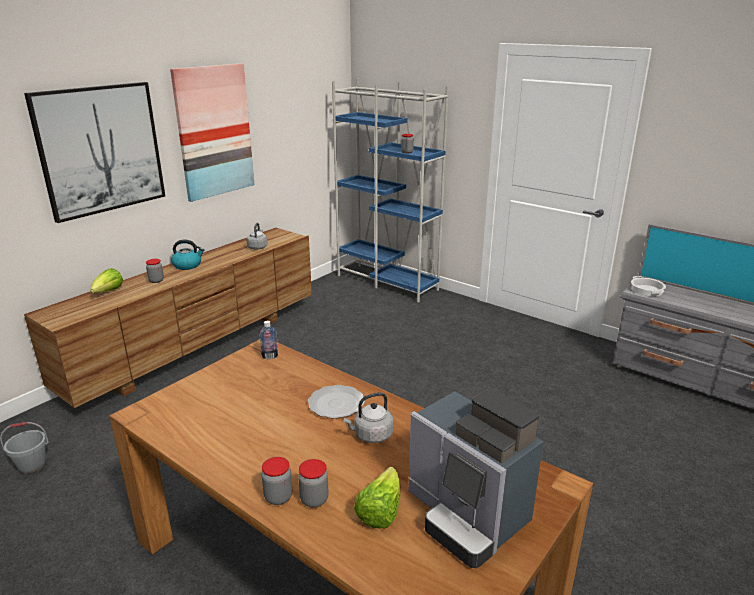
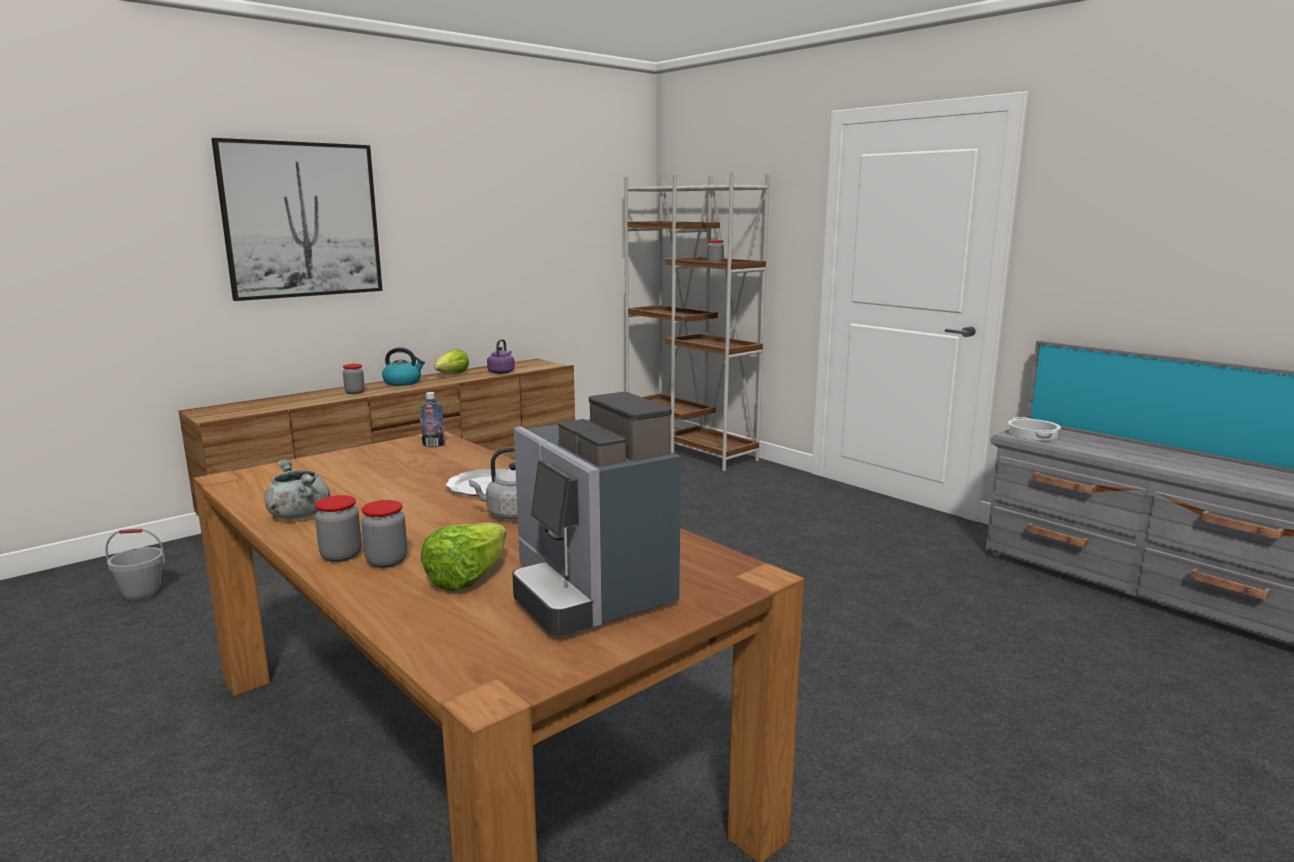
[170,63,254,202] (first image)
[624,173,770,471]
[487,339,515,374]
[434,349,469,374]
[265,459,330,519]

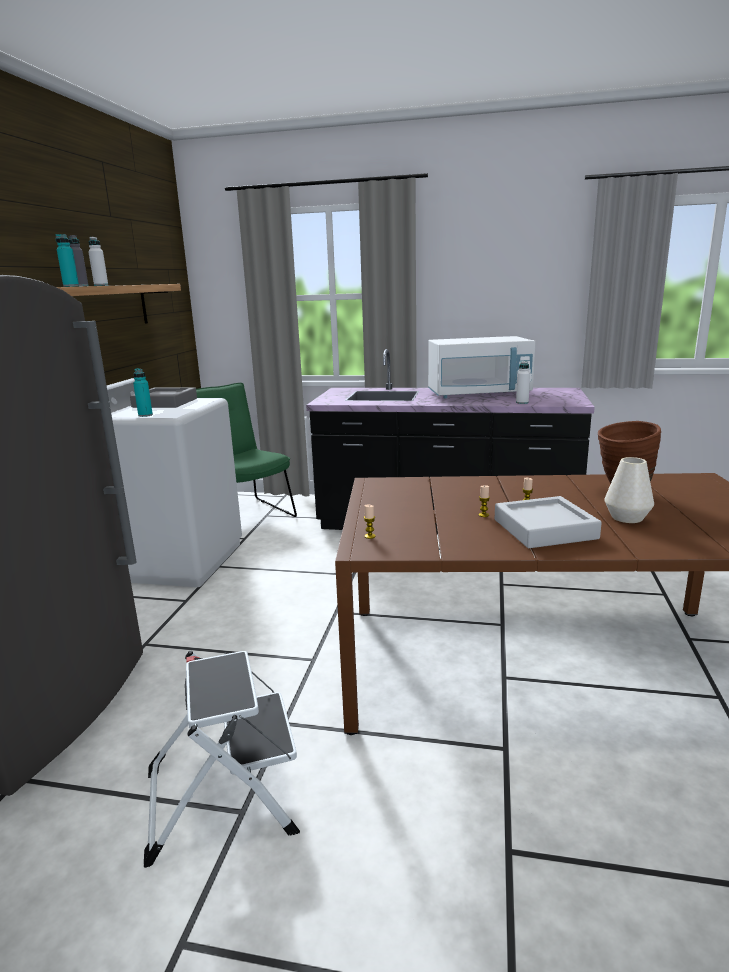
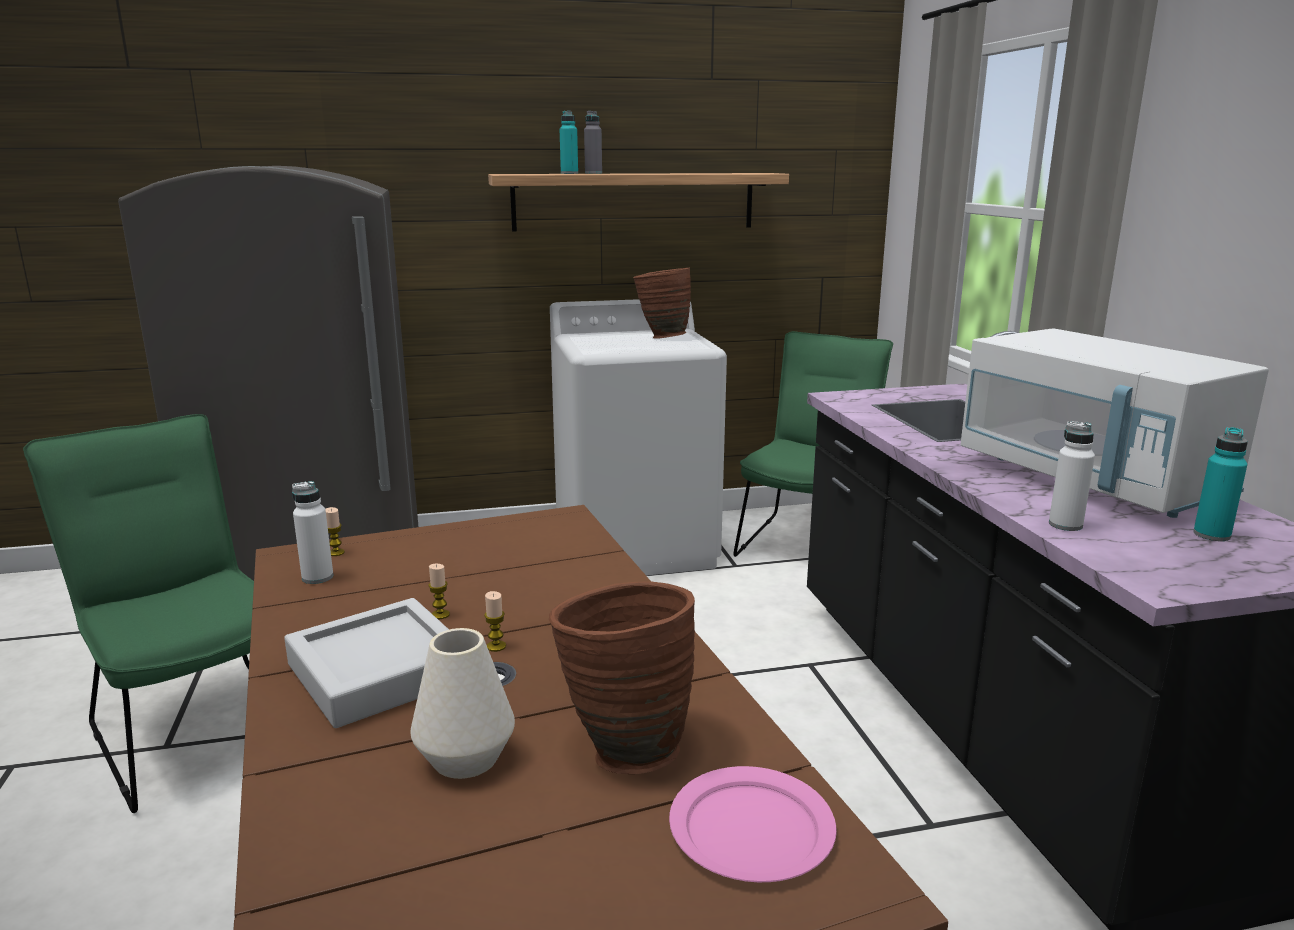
[292,481,333,584]
[1193,427,1248,541]
[633,268,691,339]
[23,414,254,813]
[669,766,837,882]

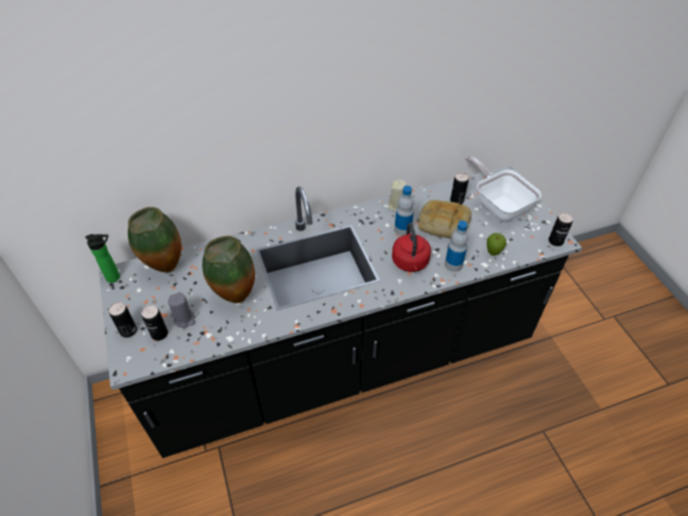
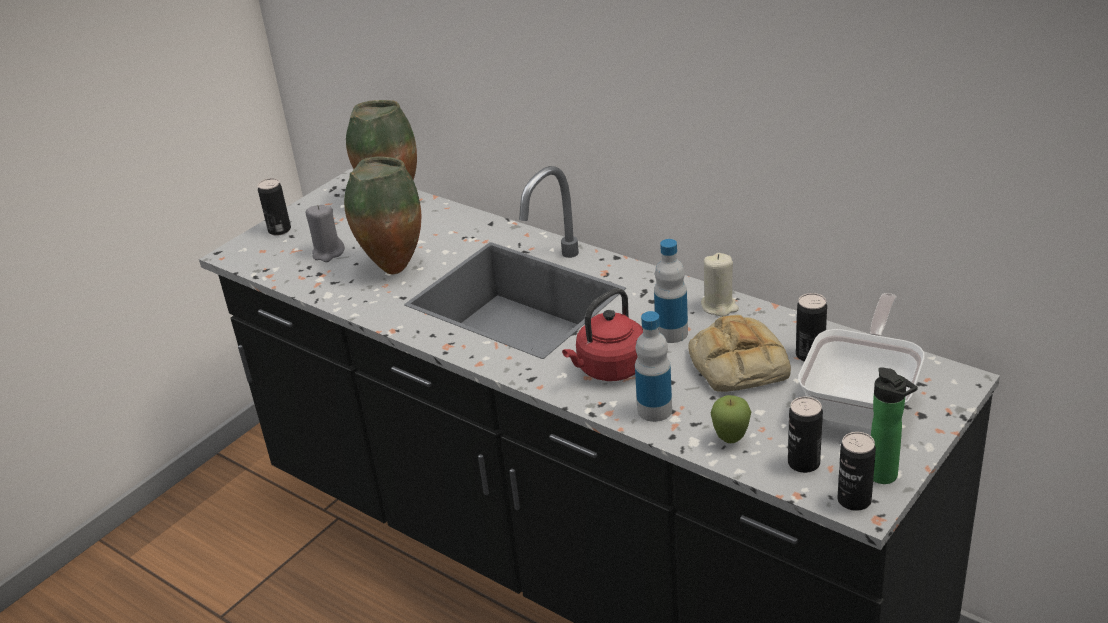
[871,367,918,484]
[788,397,823,473]

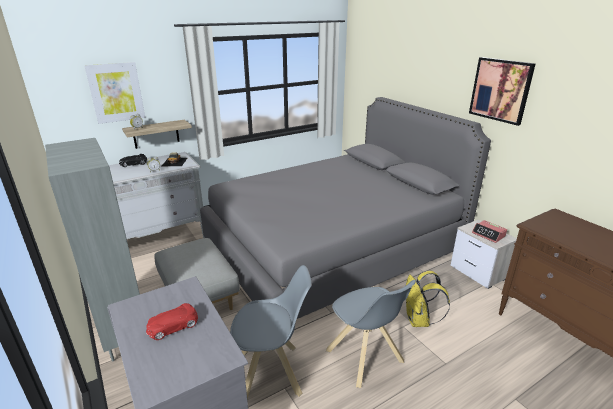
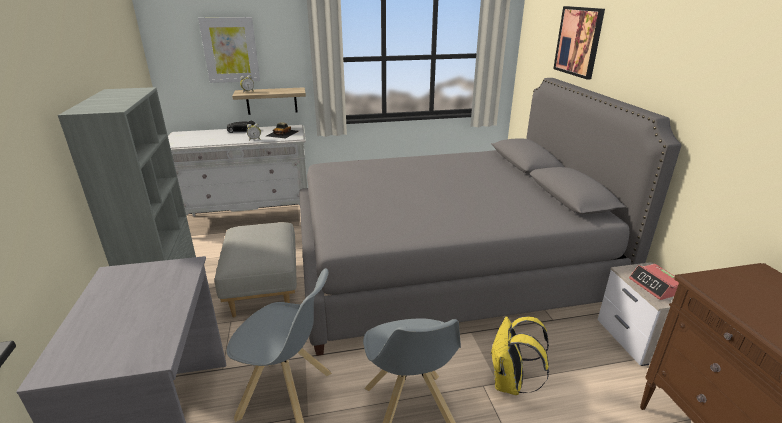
[553,6,605,79]
[146,303,198,340] (first image)

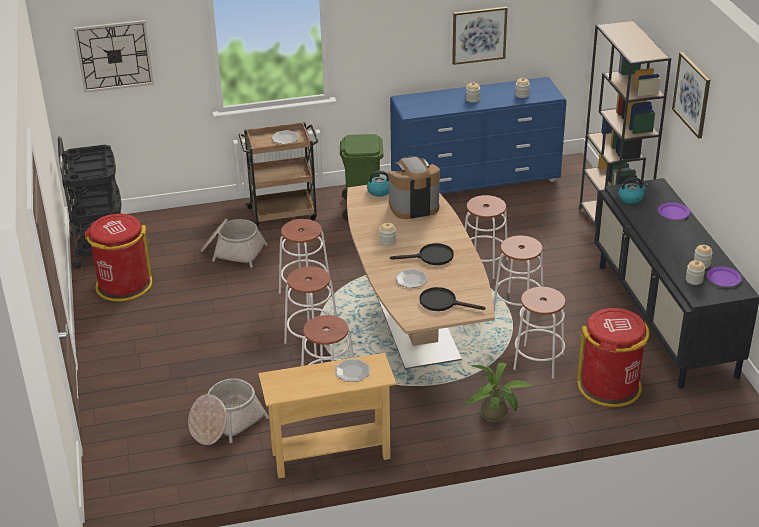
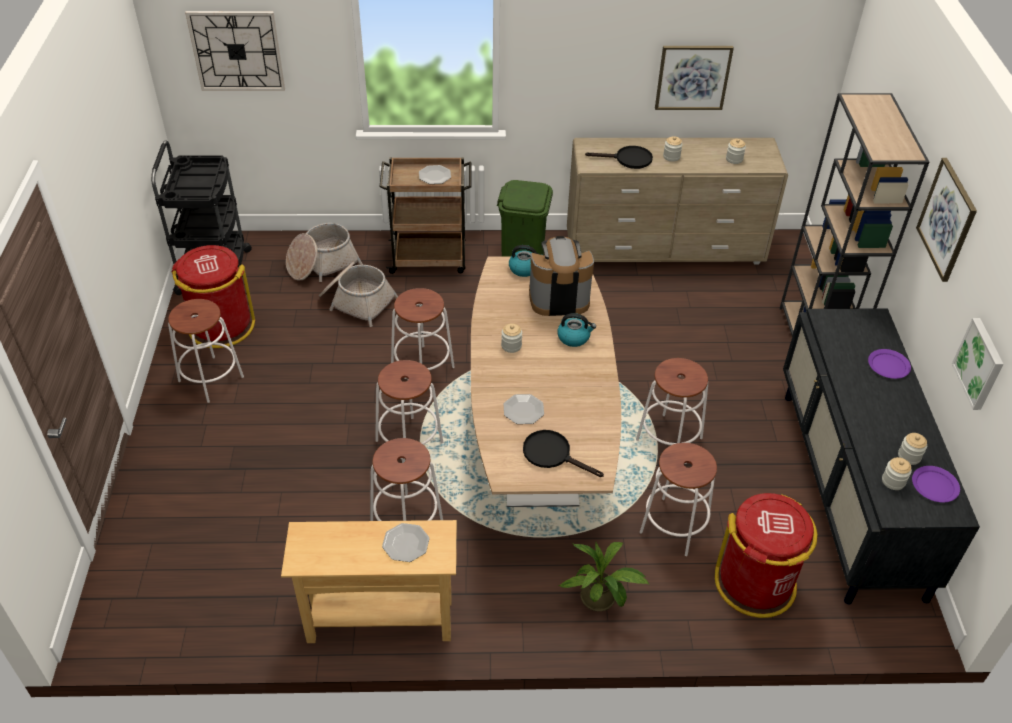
[567,138,788,265]
[557,313,596,347]
[168,299,244,403]
[585,146,653,169]
[286,223,363,282]
[952,318,1004,410]

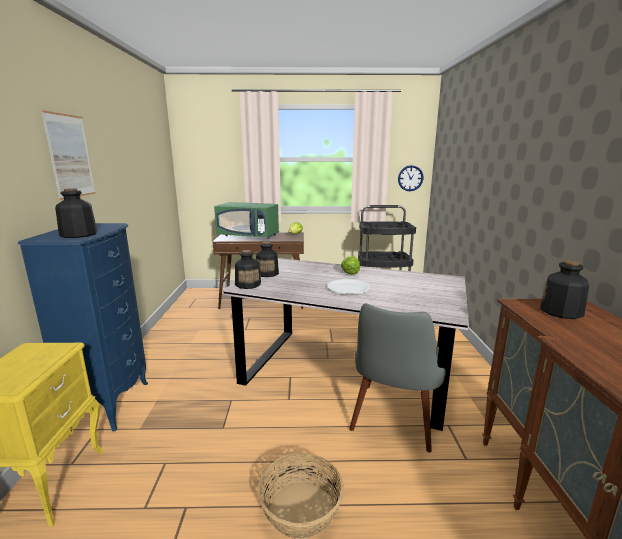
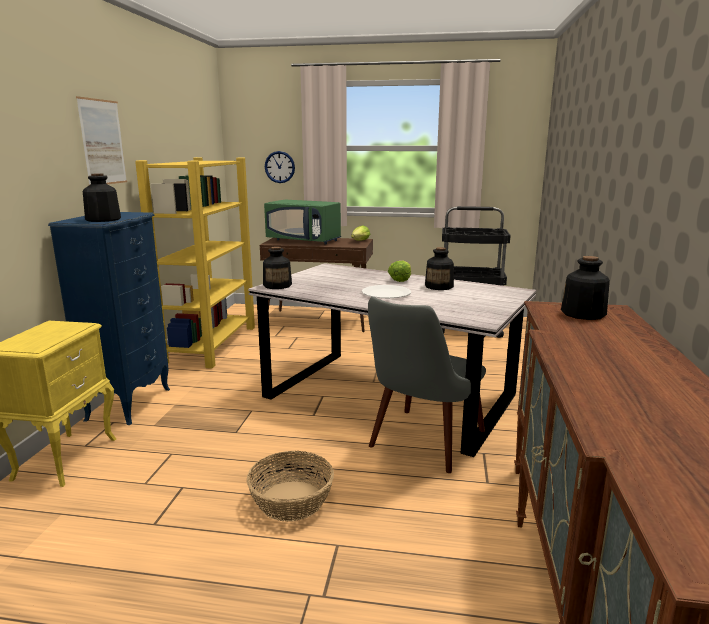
[265,151,295,183]
[425,247,454,290]
[135,157,255,369]

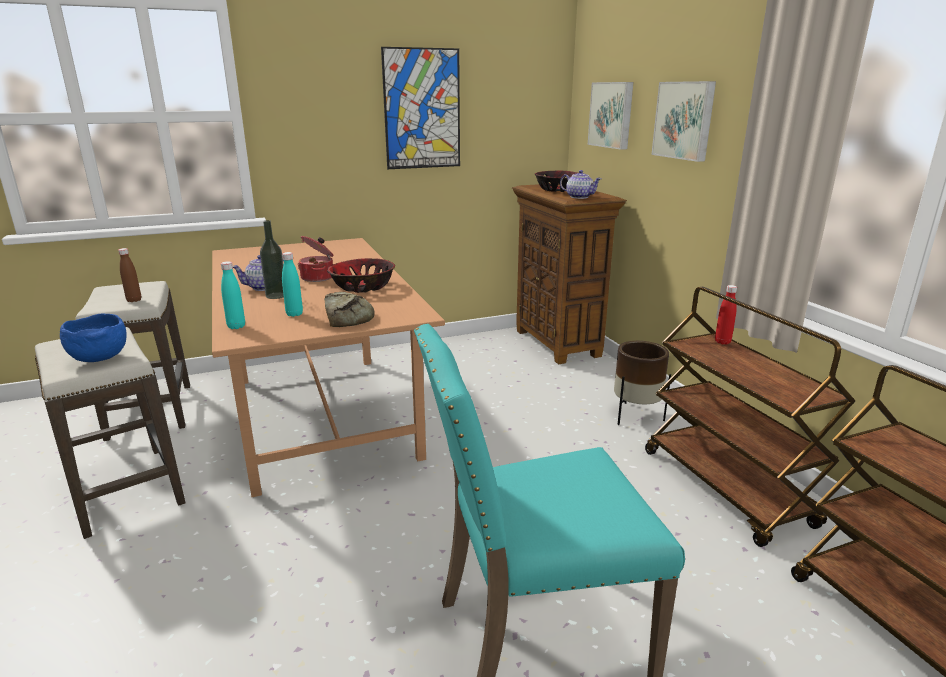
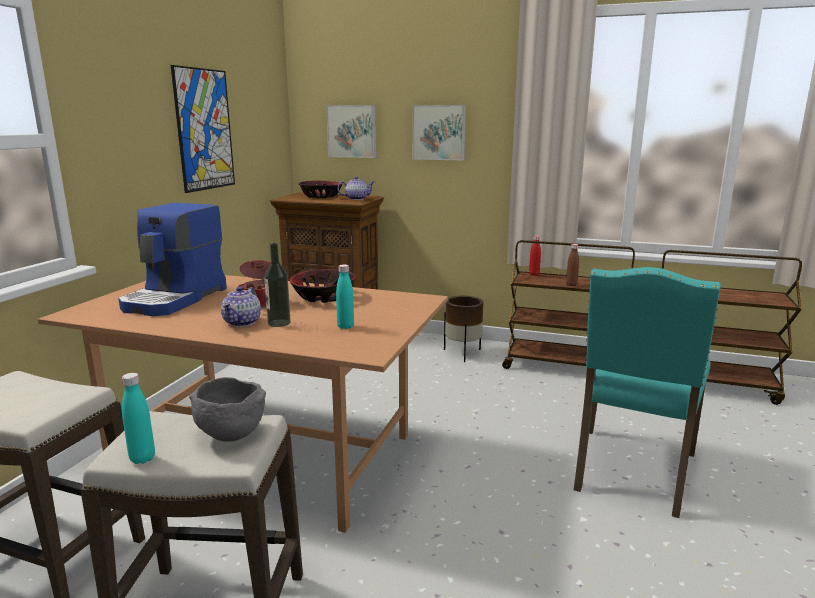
[566,244,579,286]
[122,373,155,464]
[324,292,375,327] (first image)
[189,377,266,442]
[118,203,227,316]

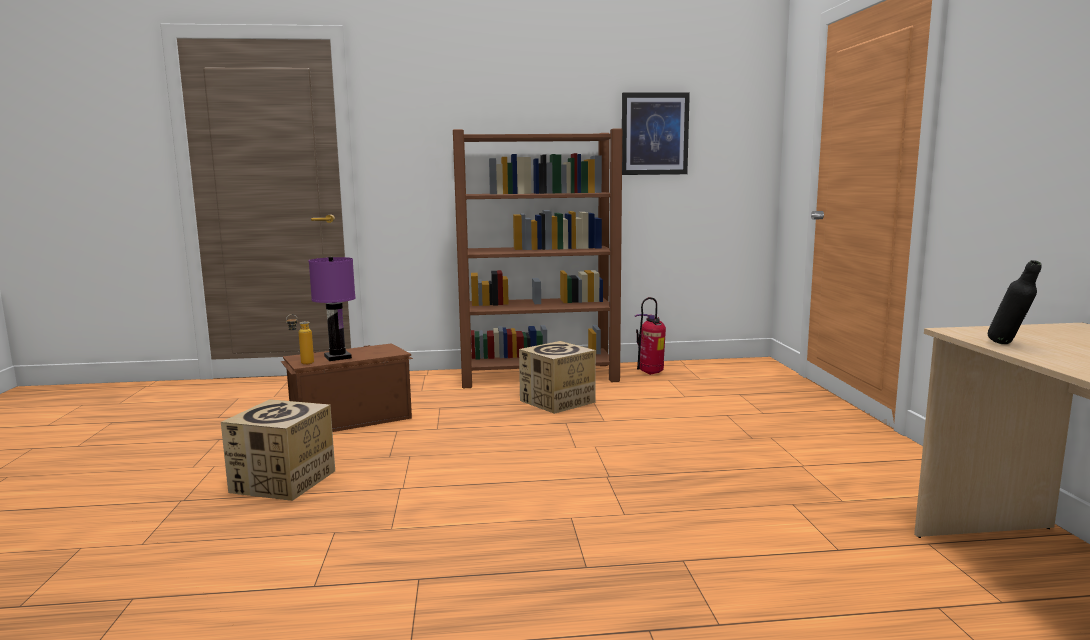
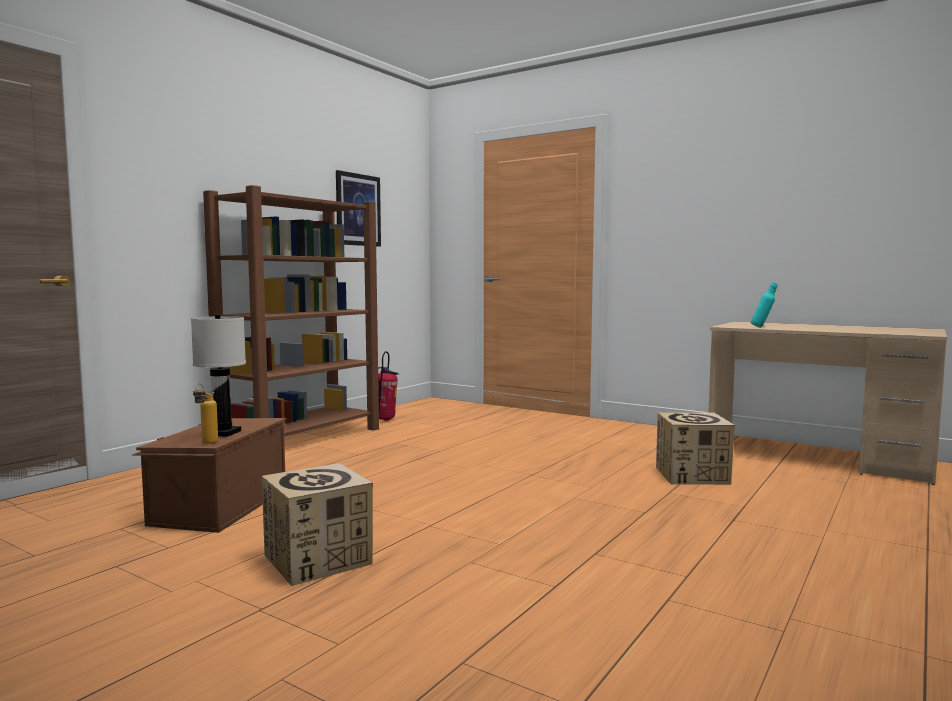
[191,315,246,437]
[751,282,778,328]
[656,412,735,485]

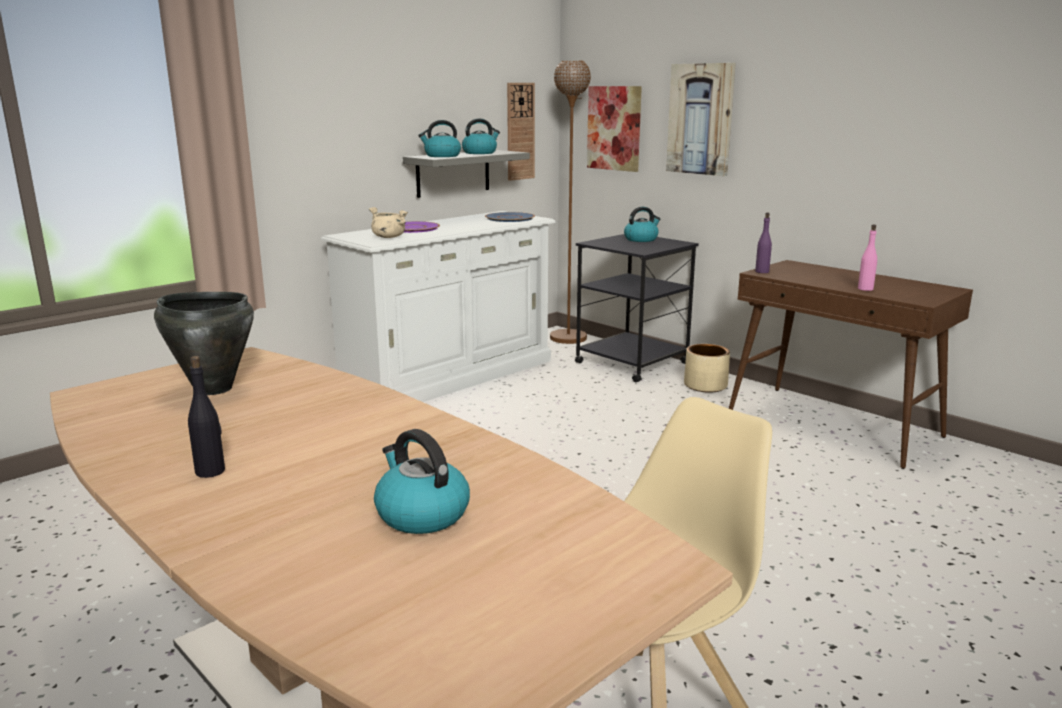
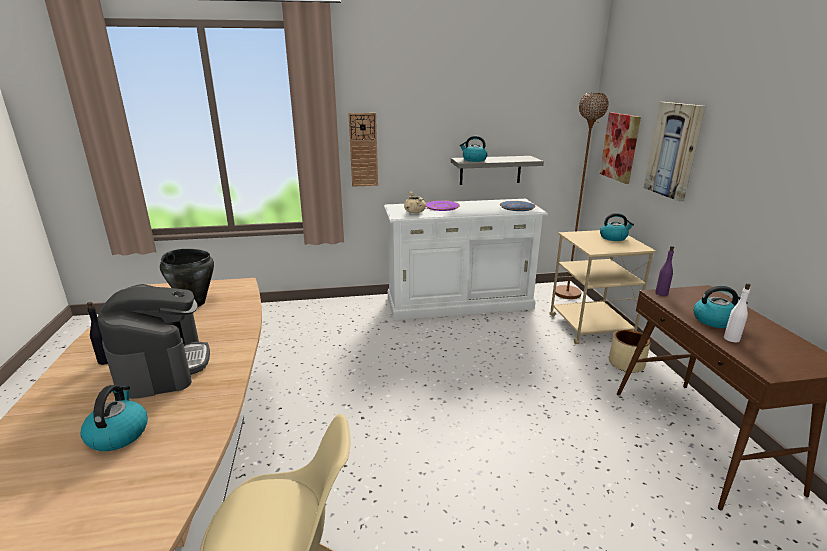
[348,113,378,187]
[694,286,748,328]
[724,283,751,343]
[549,230,656,344]
[97,284,210,399]

